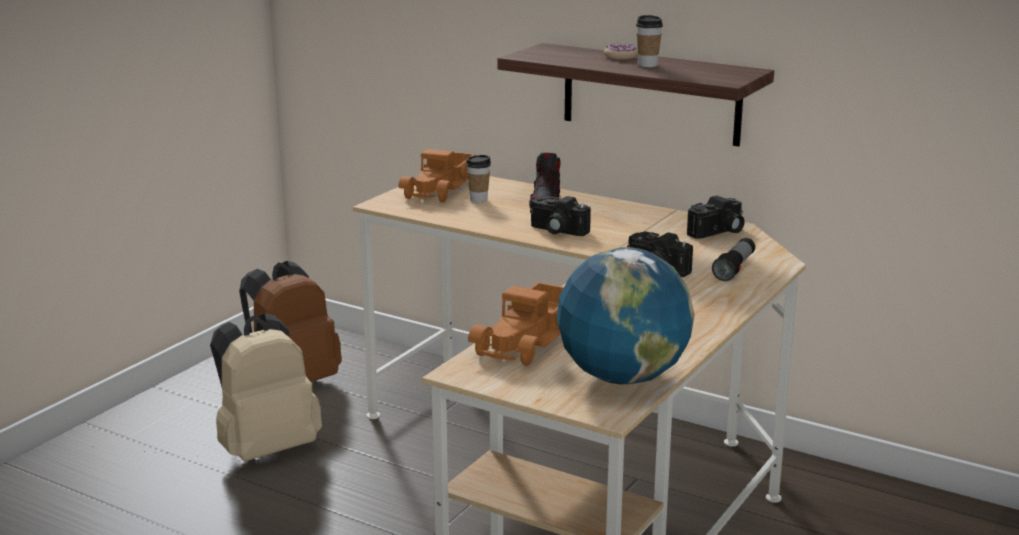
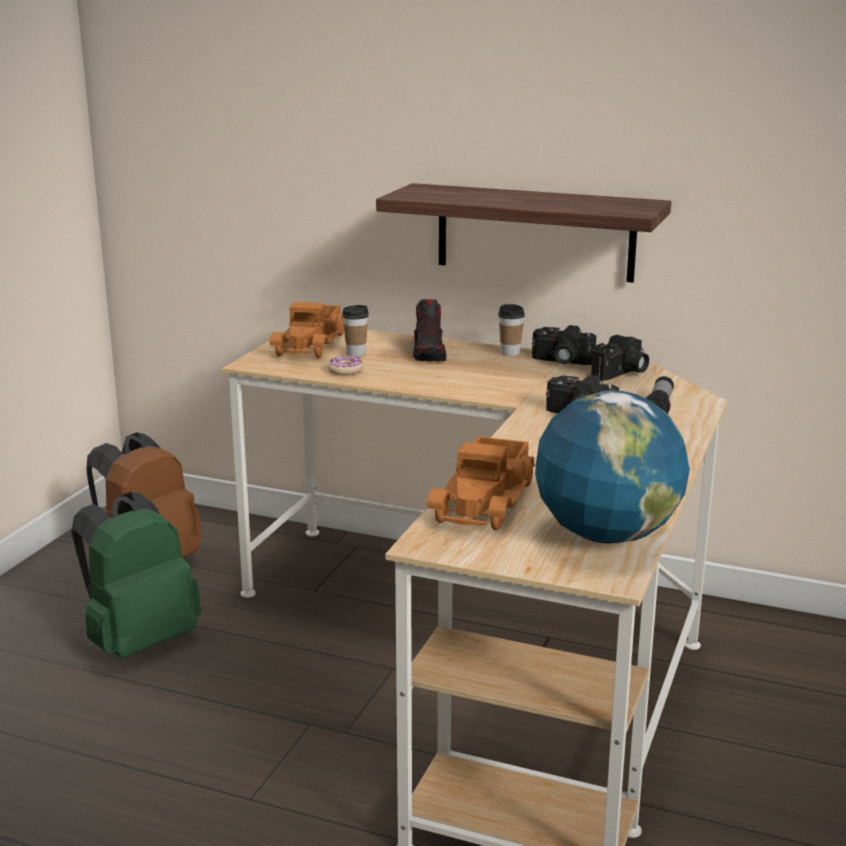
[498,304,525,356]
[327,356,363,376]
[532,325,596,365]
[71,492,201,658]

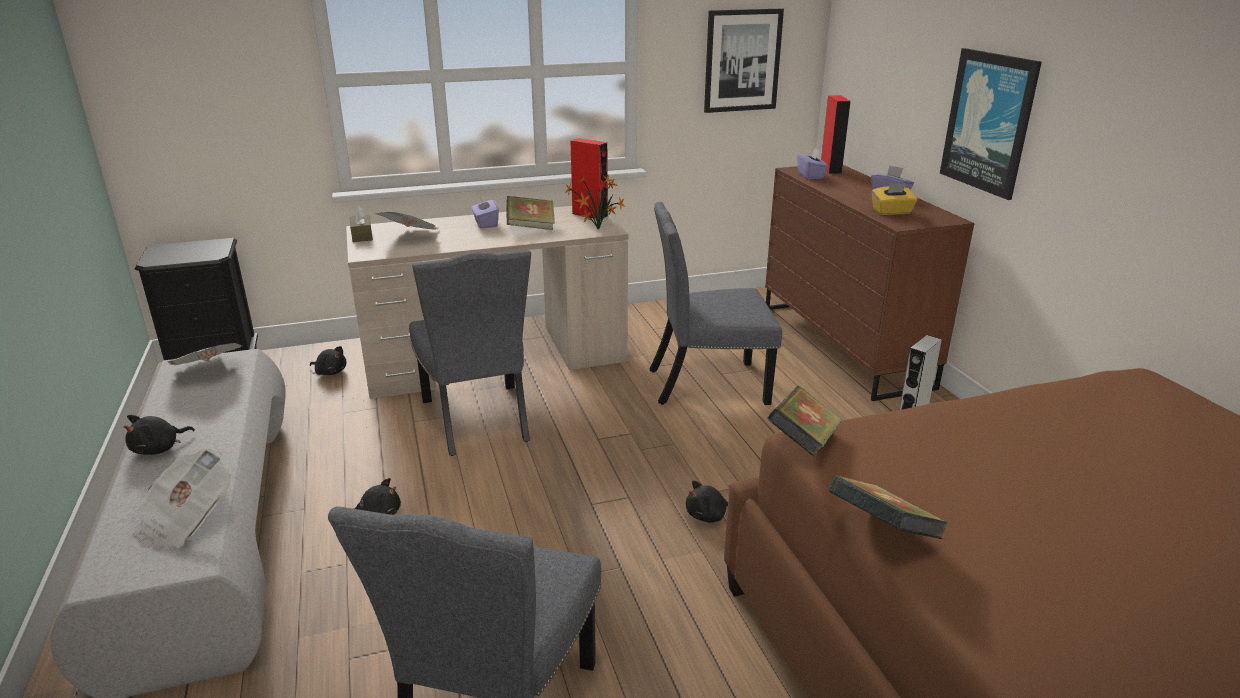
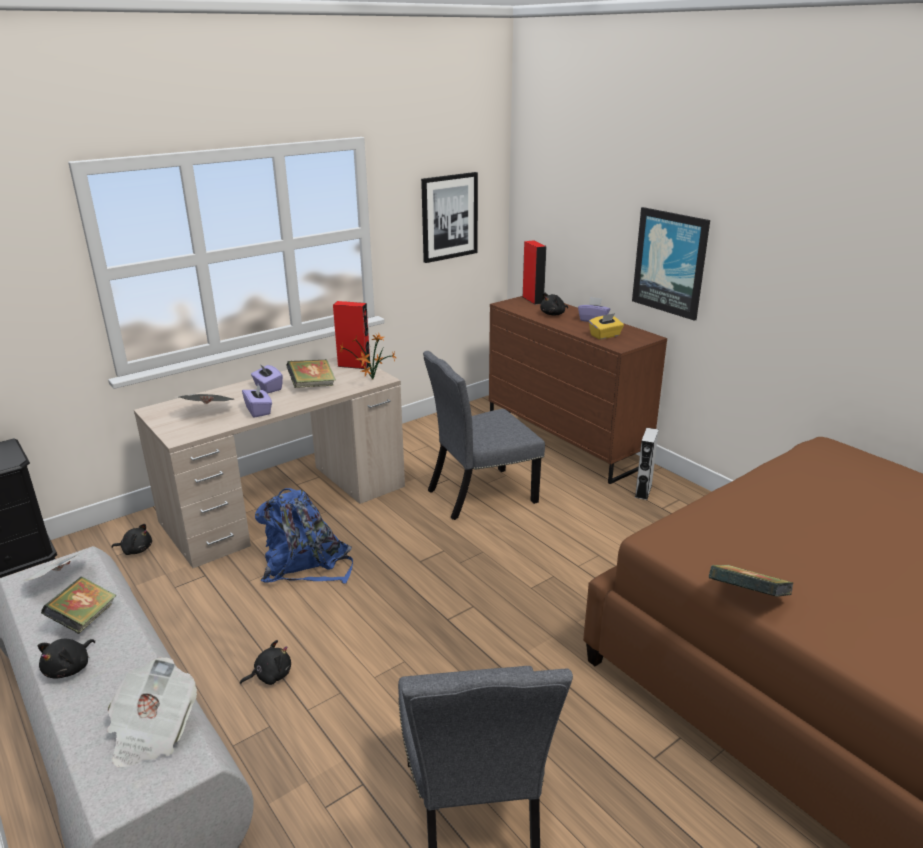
[242,385,272,418]
[350,206,373,242] (first image)
[255,488,353,584]
[41,576,116,634]
[540,292,568,315]

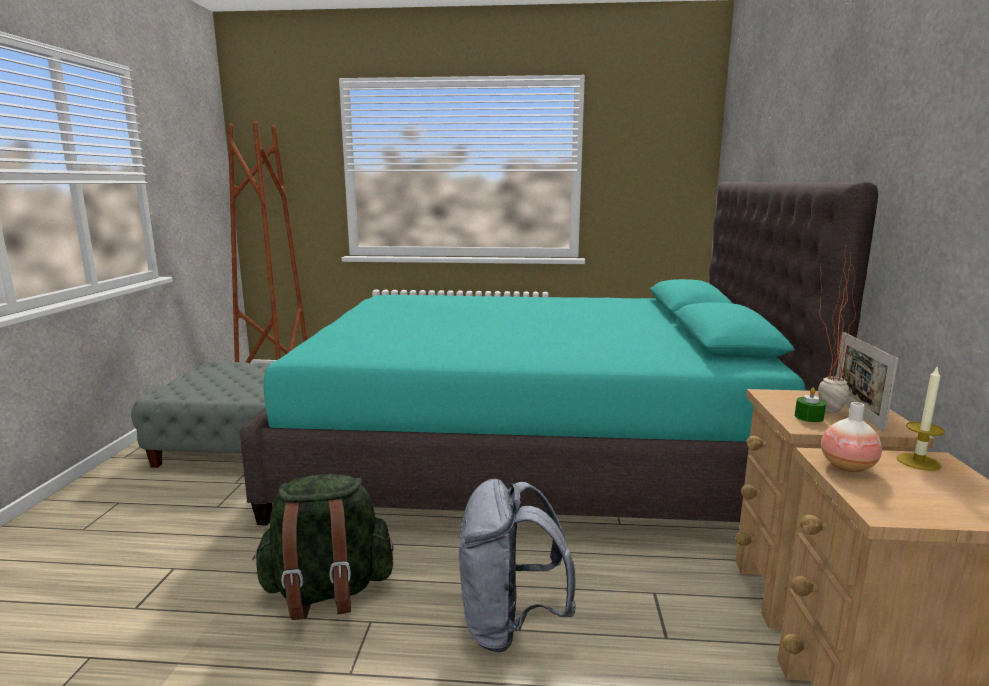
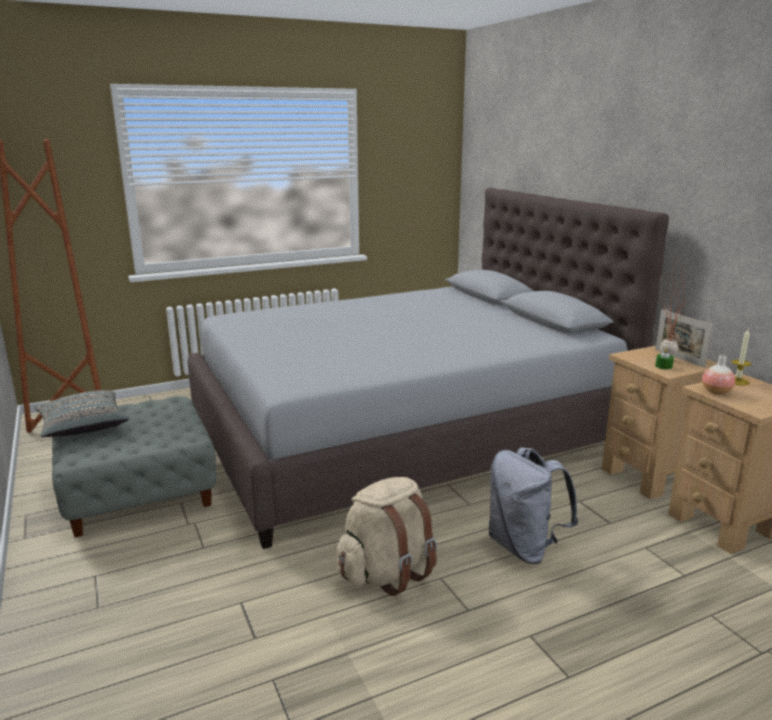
[187,188,669,549]
[337,477,437,596]
[35,390,128,437]

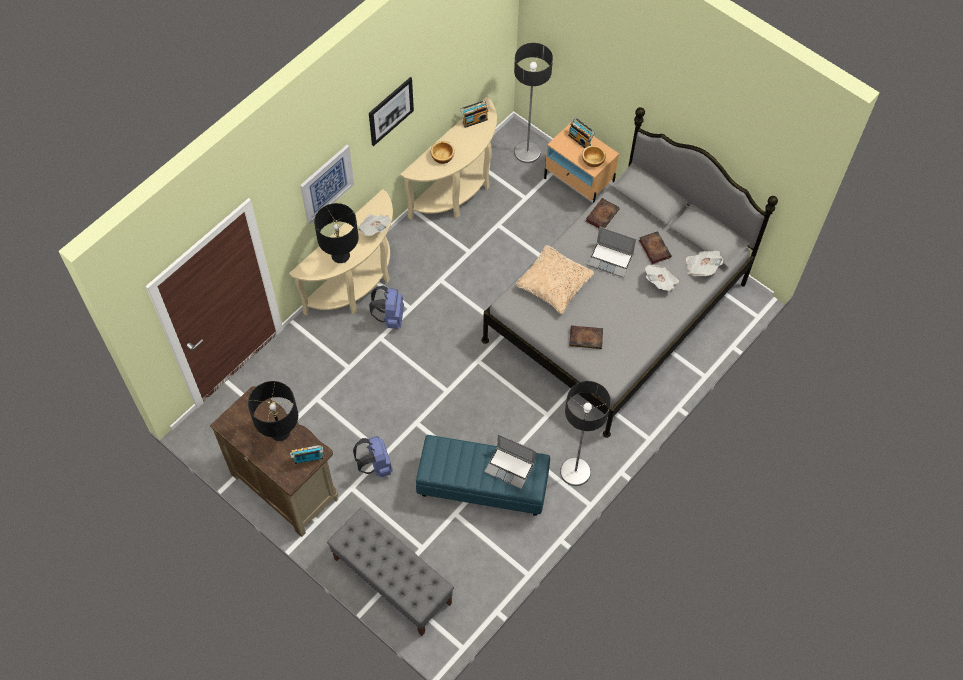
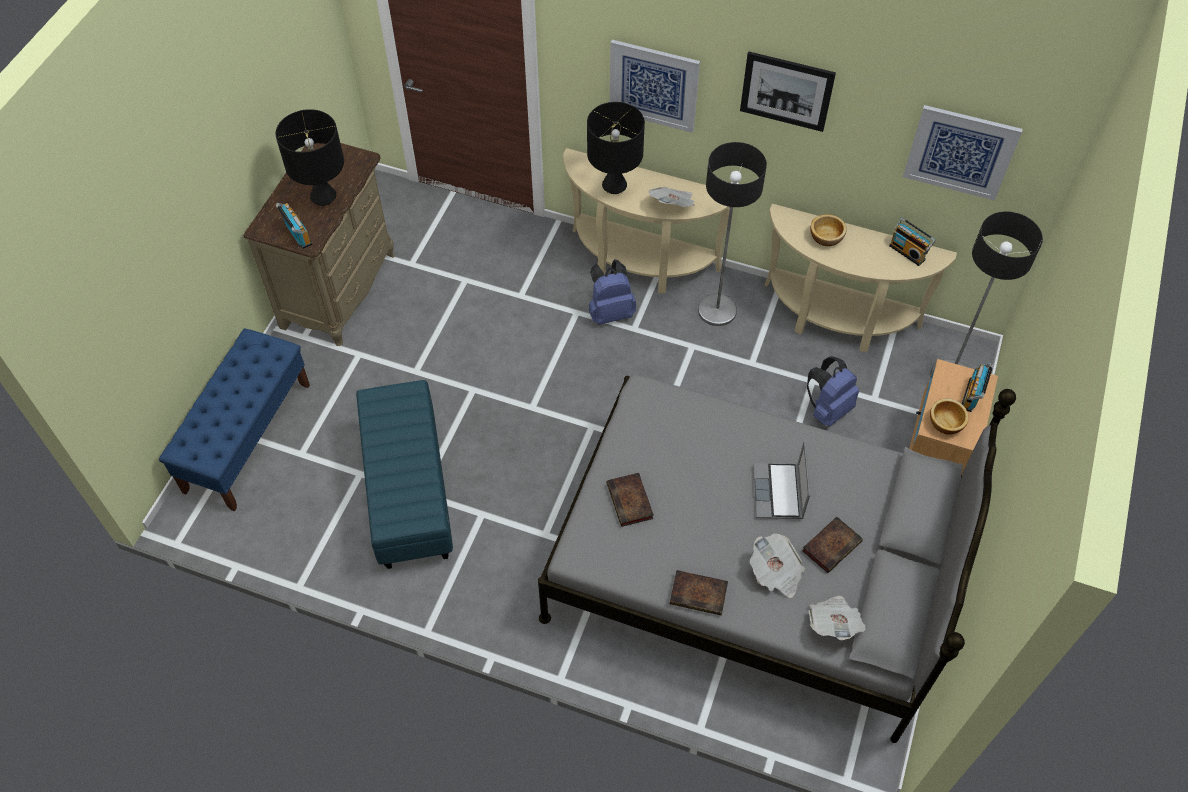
[670,570,728,616]
[516,245,594,314] (first image)
[698,142,767,326]
[484,434,536,489] (first image)
[807,356,859,427]
[159,329,310,511]
[903,105,1023,201]

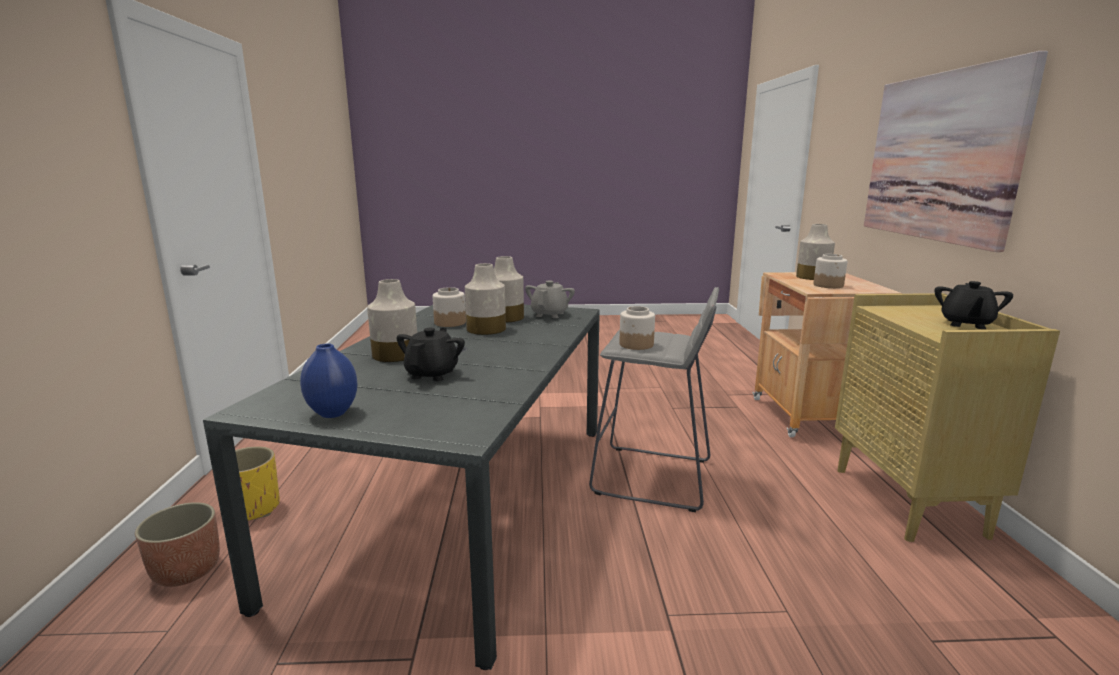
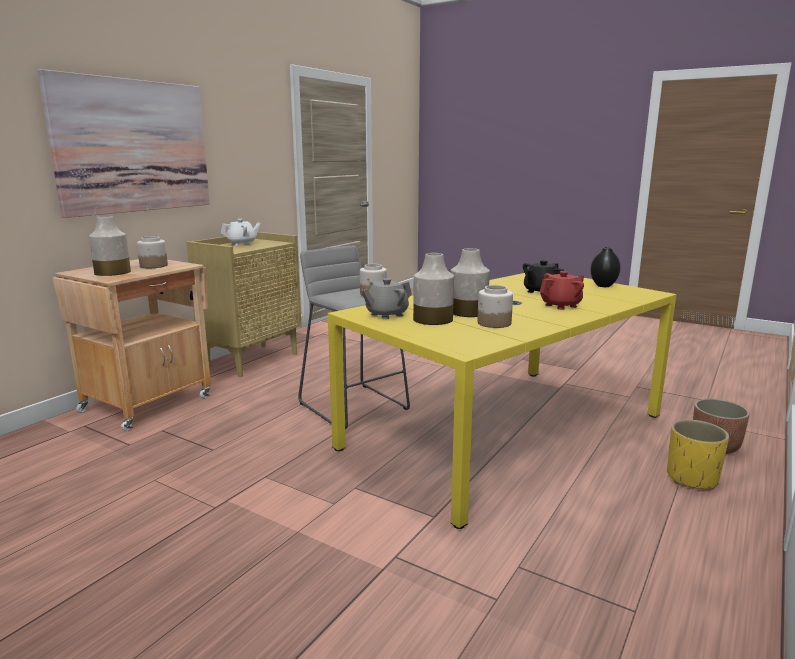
[540,271,584,310]
[221,219,260,246]
[328,273,676,529]
[590,247,621,287]

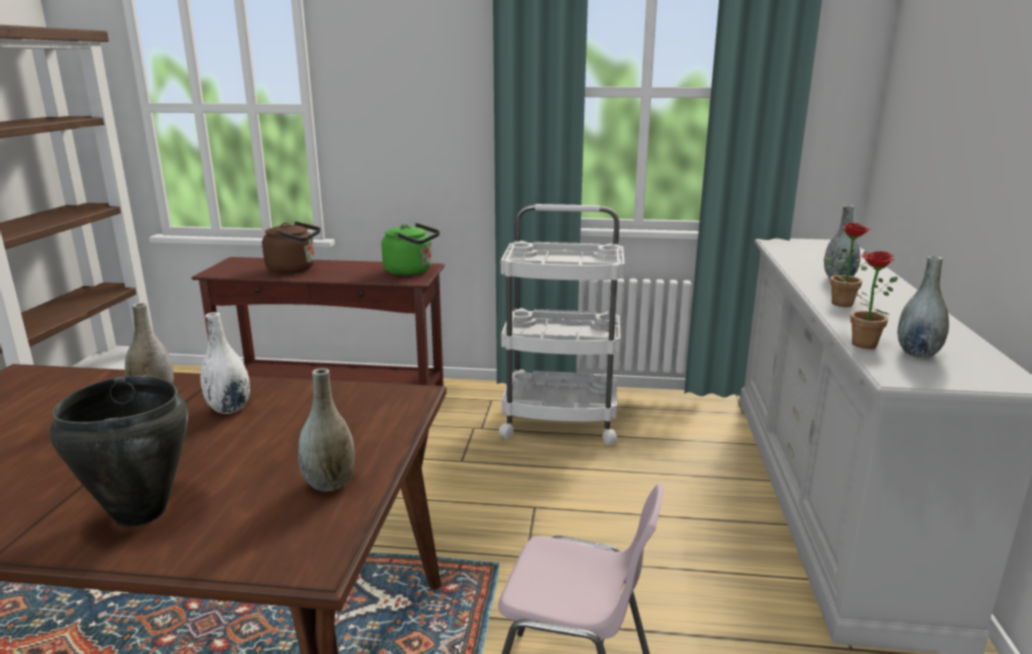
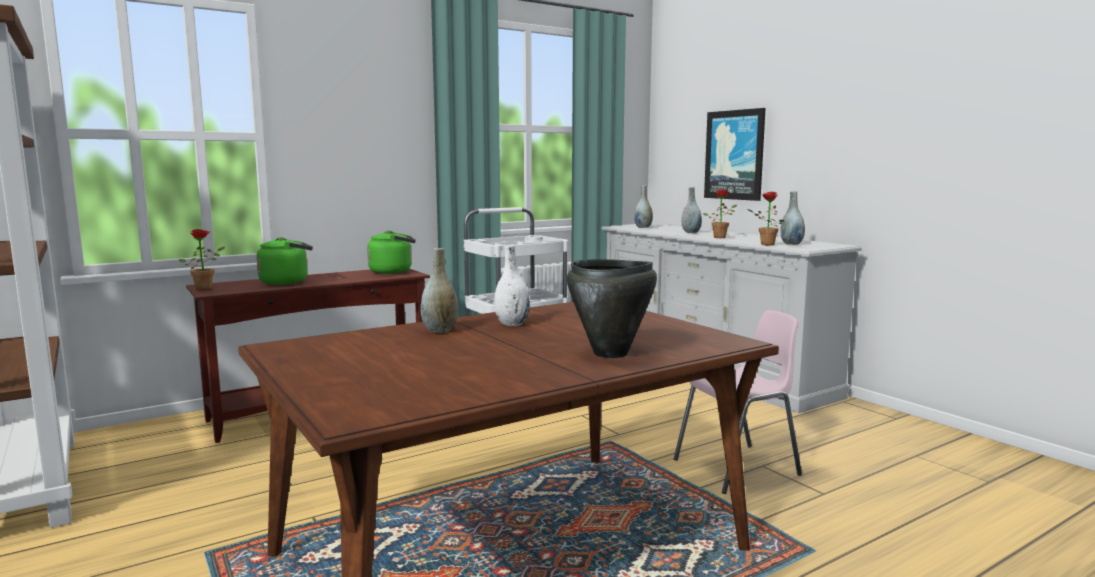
[256,237,313,285]
[634,186,653,228]
[704,108,766,201]
[179,229,225,290]

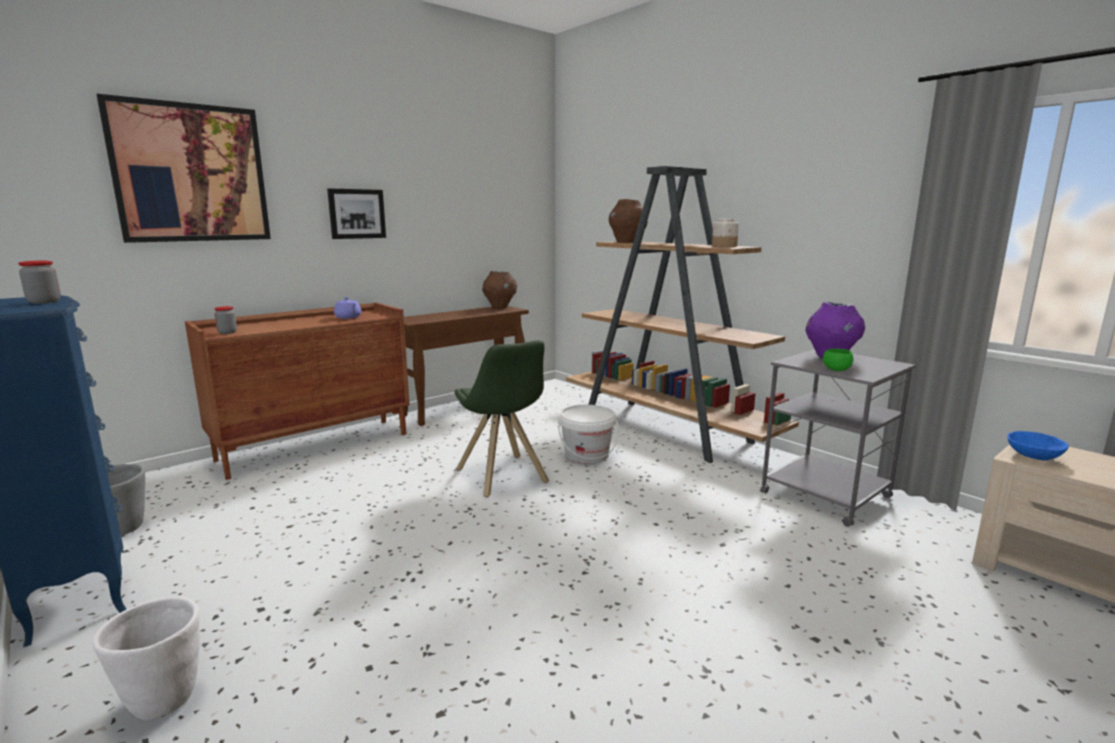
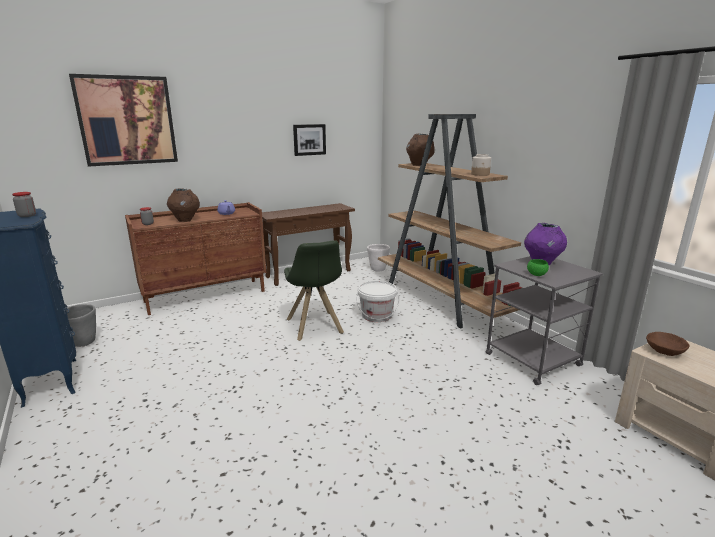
[293,124,326,156]
[167,188,200,222]
[646,332,689,356]
[367,244,390,272]

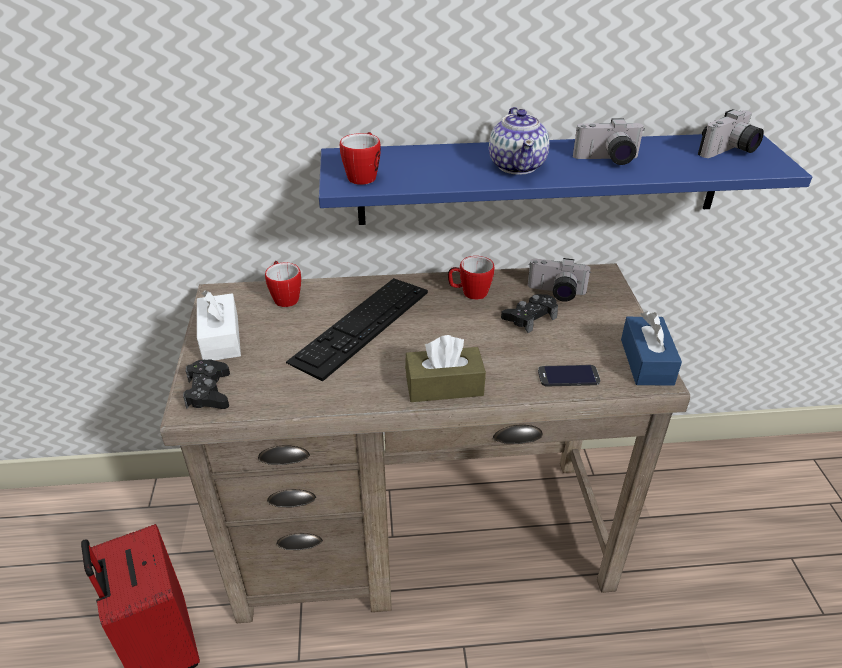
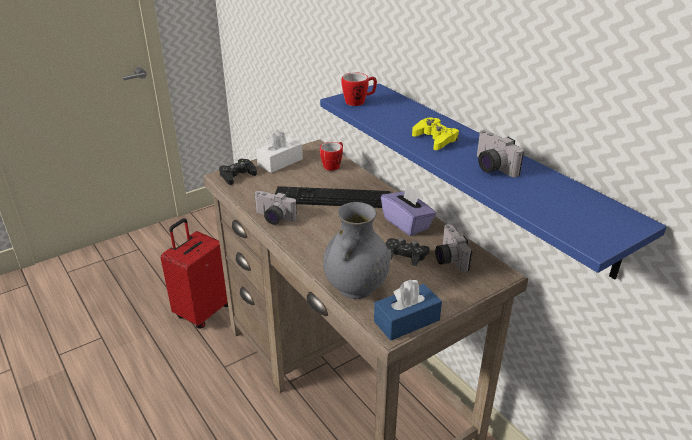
[412,118,459,150]
[254,191,297,225]
[381,184,436,236]
[405,335,486,402] (first image)
[323,202,390,299]

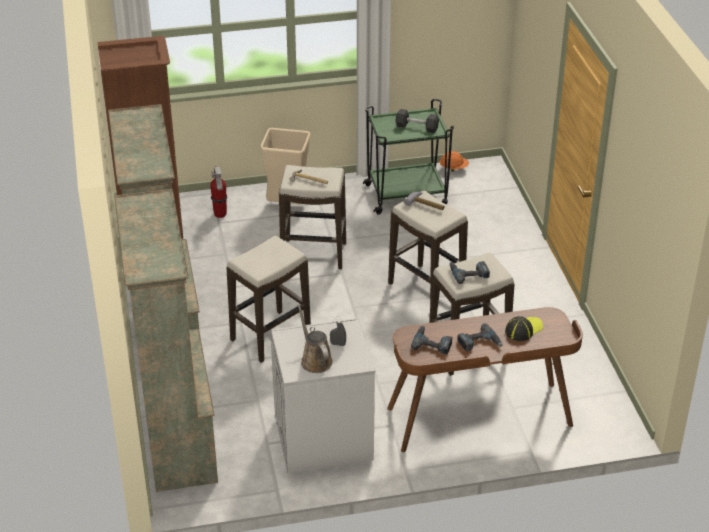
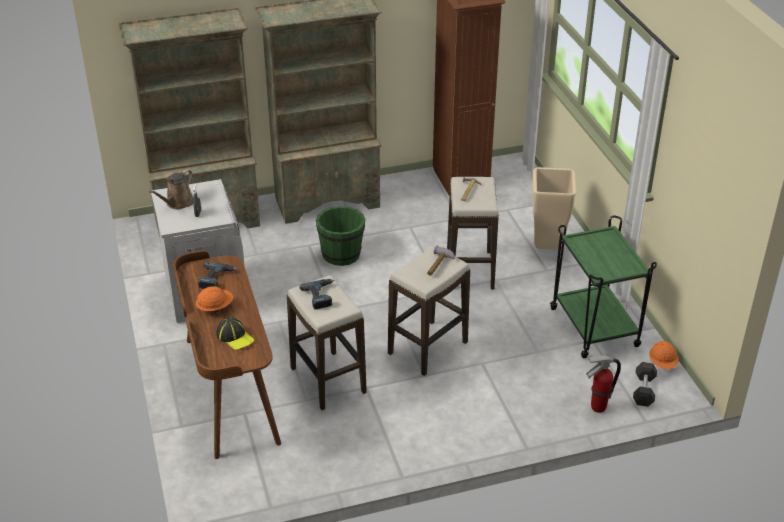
[633,362,657,407]
[586,355,621,413]
[316,206,366,266]
[149,169,194,210]
[196,286,233,313]

